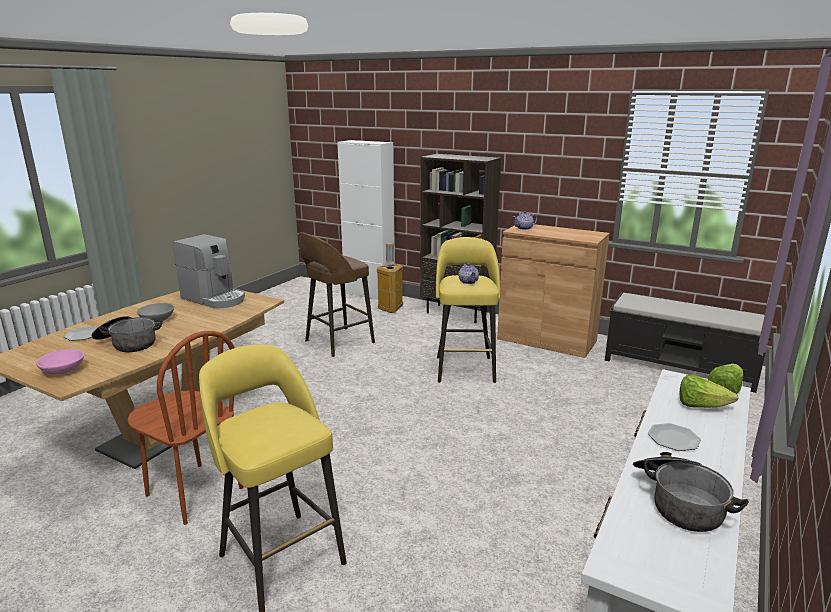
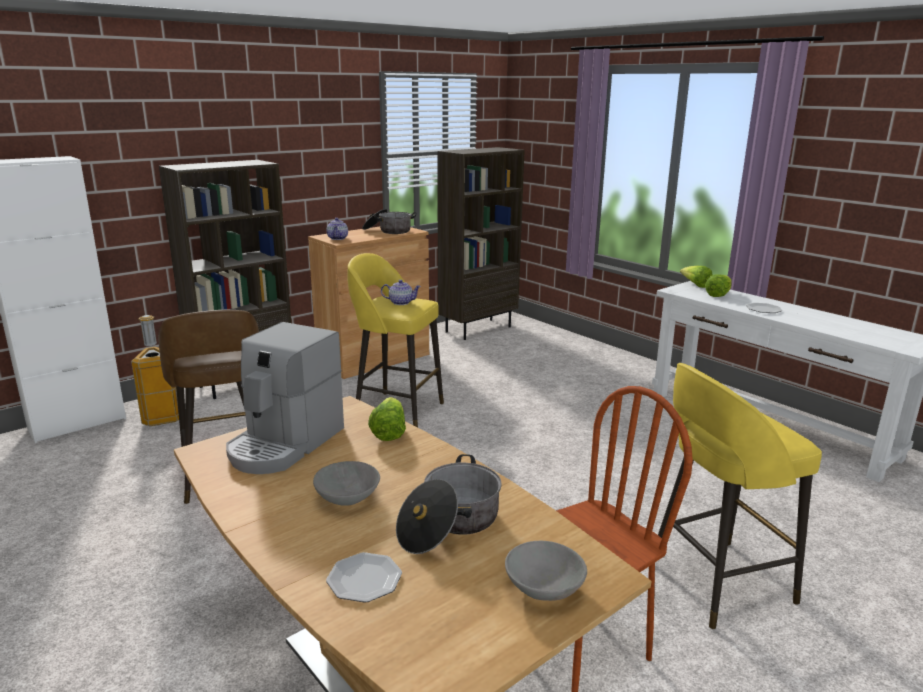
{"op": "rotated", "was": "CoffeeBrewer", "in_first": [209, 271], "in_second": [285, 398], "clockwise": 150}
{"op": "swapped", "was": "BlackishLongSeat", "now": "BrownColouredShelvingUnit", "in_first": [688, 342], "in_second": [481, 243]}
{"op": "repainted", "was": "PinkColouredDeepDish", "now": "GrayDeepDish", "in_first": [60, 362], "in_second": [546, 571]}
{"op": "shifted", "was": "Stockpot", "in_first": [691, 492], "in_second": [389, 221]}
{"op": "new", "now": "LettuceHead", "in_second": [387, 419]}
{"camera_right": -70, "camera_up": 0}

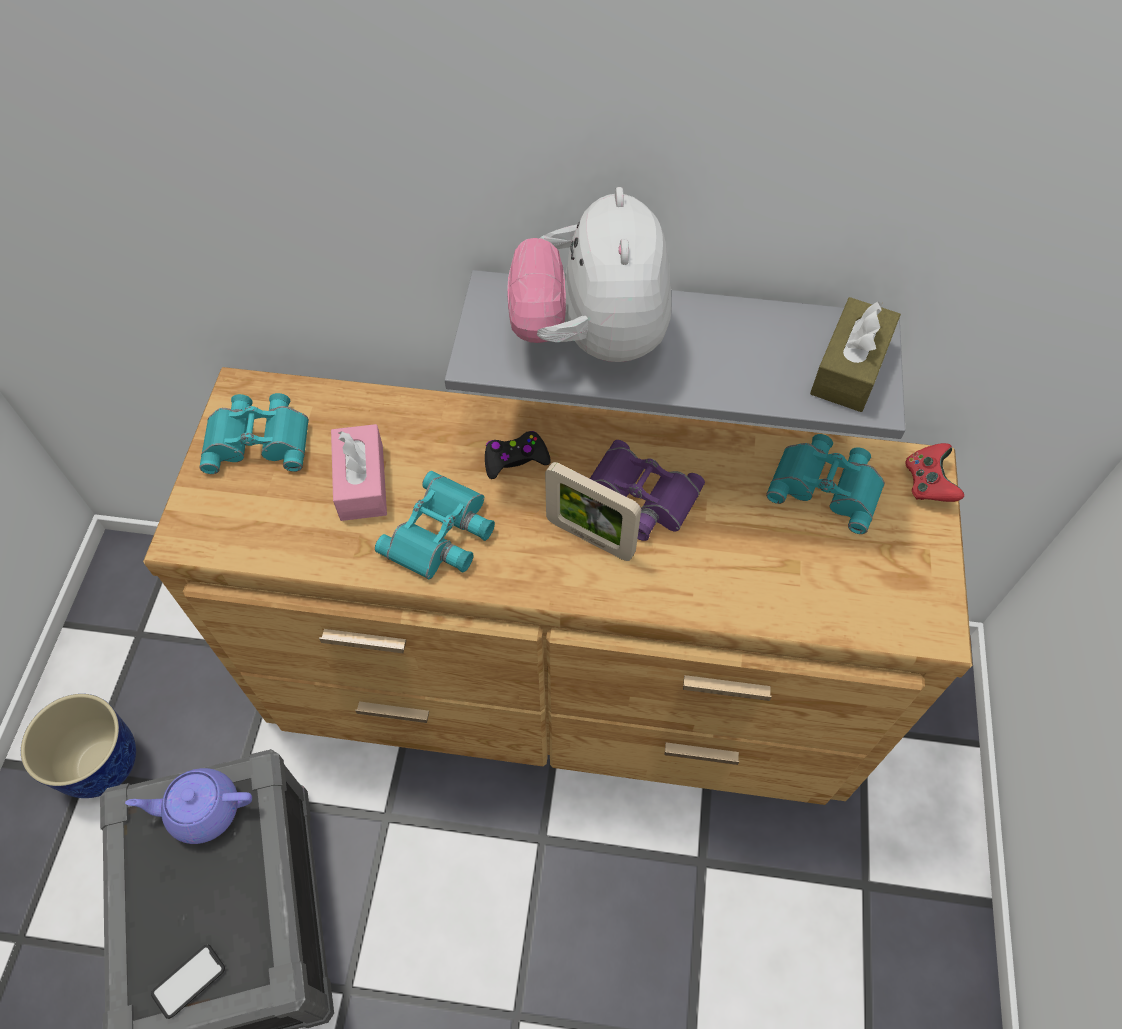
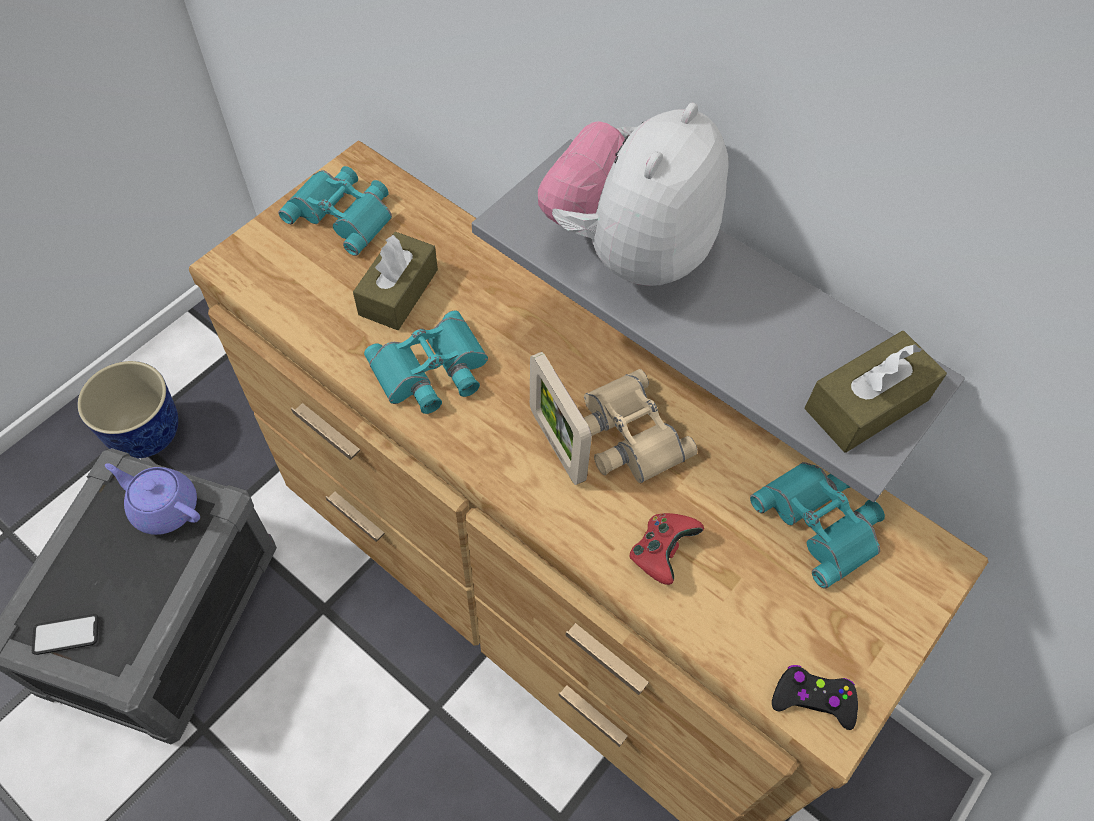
{"op": "repainted", "was": "PinkColouredBoxOfTissues", "now": "BrownColouredBoxOfTissues", "in_first": [359, 472], "in_second": [395, 281]}
{"op": "shifted", "was": "BlackishJoypad", "in_first": [518, 455], "in_second": [815, 697]}
{"op": "repainted", "was": "PurplePairOfBinoculars", "now": "SandColouredPairOfBinoculars", "in_first": [647, 490], "in_second": [641, 426]}
{"op": "shifted", "was": "ReddishJoypad", "in_first": [934, 472], "in_second": [667, 549]}
{"camera_right": 30, "camera_up": 0}

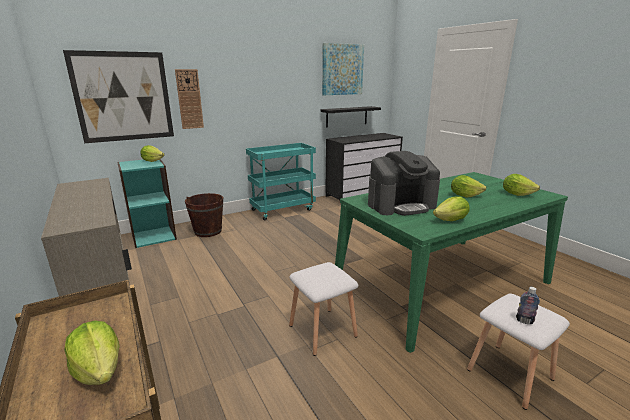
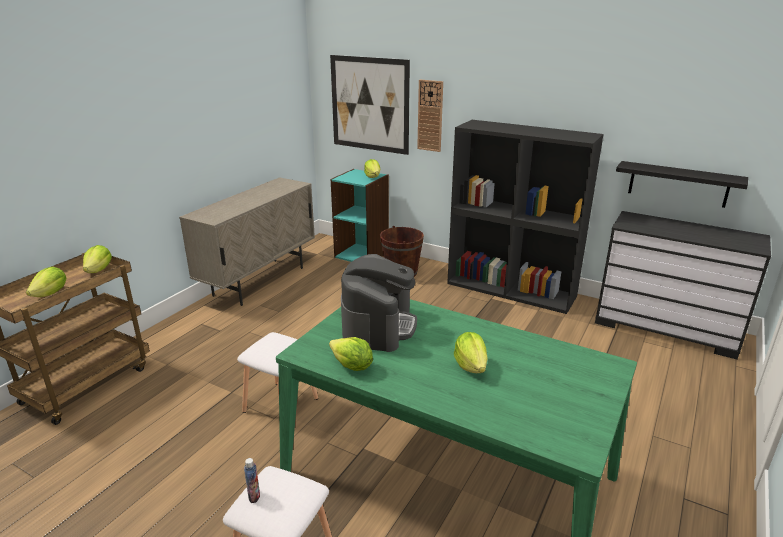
{"op": "gone", "was": "WallArt", "in_first": [343, 69]}
{"op": "swapped", "was": "BlueGreenTrolley", "now": "BlackishShelvingUnit", "in_first": [281, 181], "in_second": [525, 217]}
{"op": "rotated", "was": "CoffeeBrewer", "in_first": [404, 183], "in_second": [379, 303], "clockwise": -120}
{"op": "shifted", "was": "LettuceHead", "in_first": [521, 185], "in_second": [97, 259]}
{"camera_right": 60, "camera_up": 5}

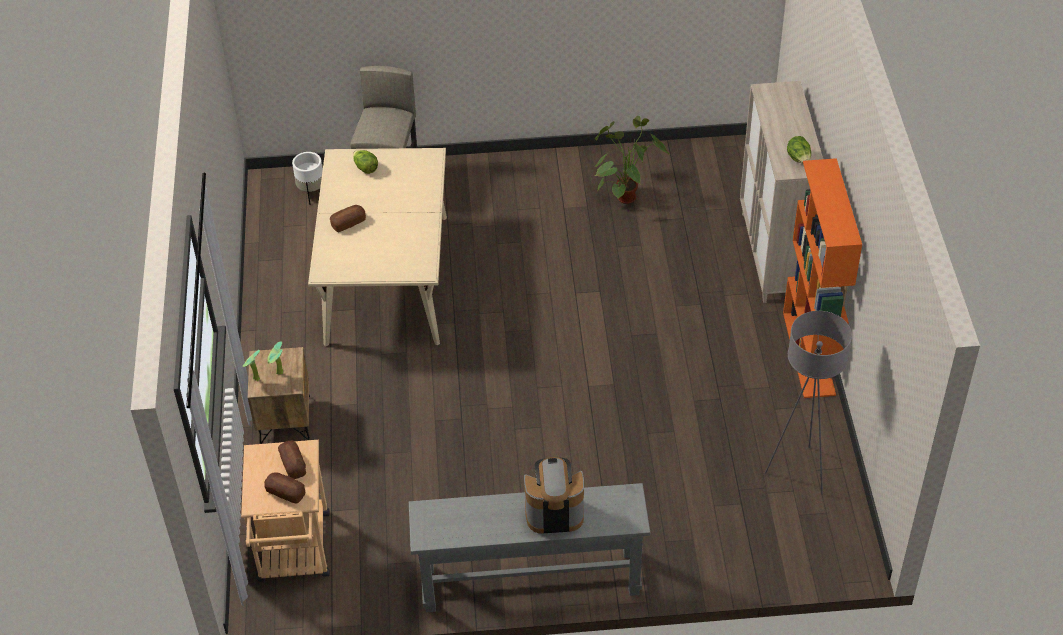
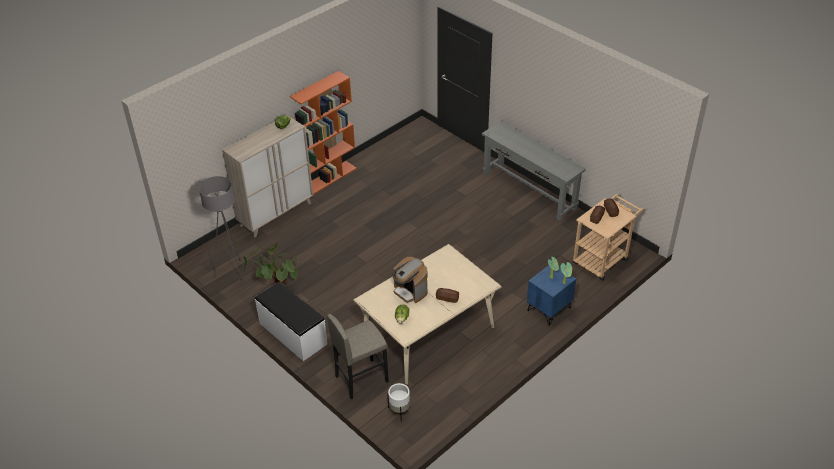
{"op": "shifted", "was": "GrayStandingLamp", "in_first": [808, 403], "in_second": [221, 230]}
{"op": "repainted", "was": "BrownColouredNightstand", "now": "BlueNightstand", "in_first": [279, 395], "in_second": [551, 295]}
{"op": "shifted", "was": "CoffeeBrewer", "in_first": [554, 495], "in_second": [410, 280]}
{"op": "new", "now": "WhiteLongSeat", "in_second": [291, 321]}
{"camera_right": -130, "camera_up": -5}

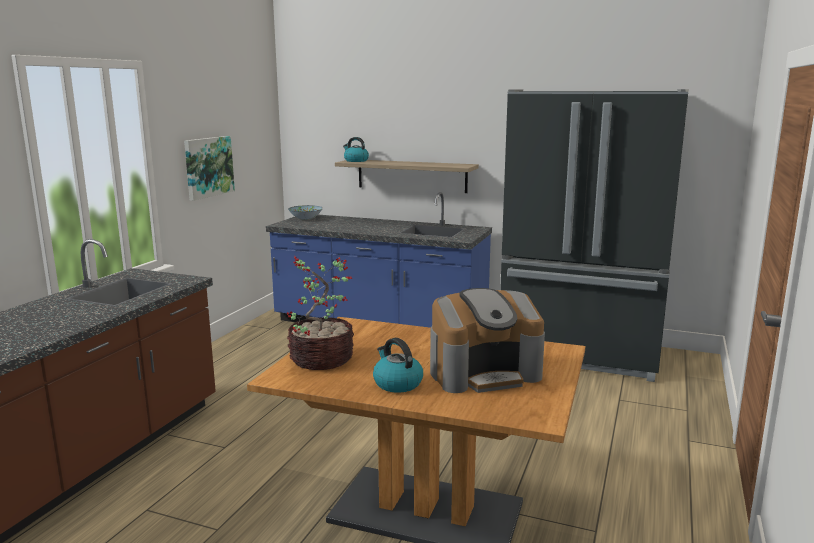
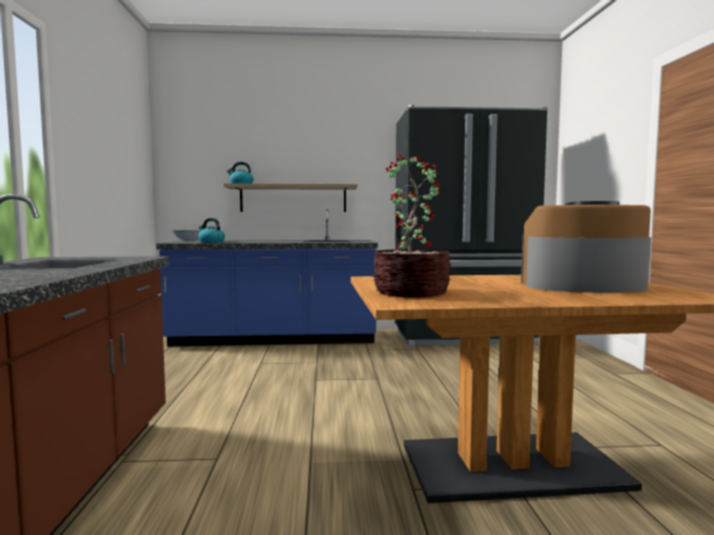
{"op": "gone", "was": "WallArt", "in_first": [209, 168]}
{"op": "rotated", "was": "CoffeeBrewer", "in_first": [487, 340], "in_second": [586, 247], "clockwise": -135}
{"op": "shifted", "was": "TeaKettle", "in_first": [398, 365], "in_second": [211, 230]}
{"camera_right": -25, "camera_up": -10}

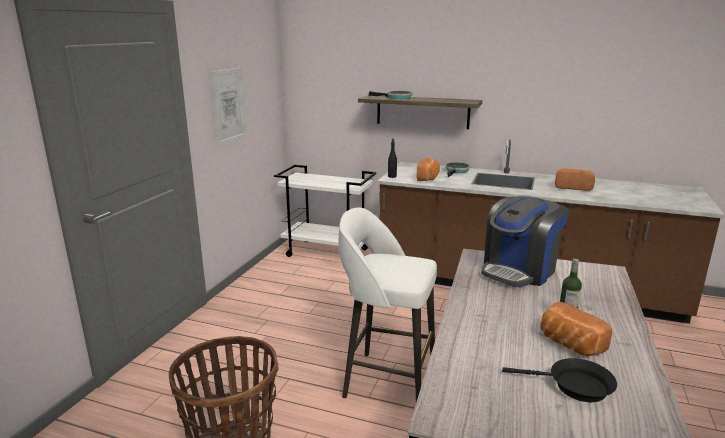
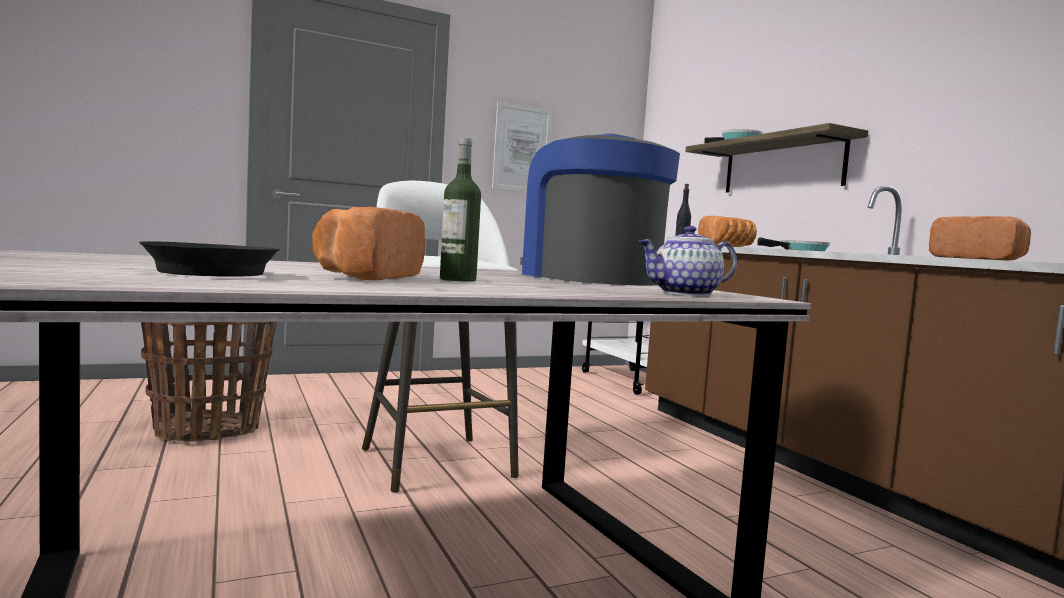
{"op": "rotated", "was": "CoffeeBrewer", "in_first": [525, 241], "in_second": [600, 209], "clockwise": 60}
{"op": "new", "now": "Teapot", "in_second": [688, 261]}
{"camera_right": 45, "camera_up": -15}

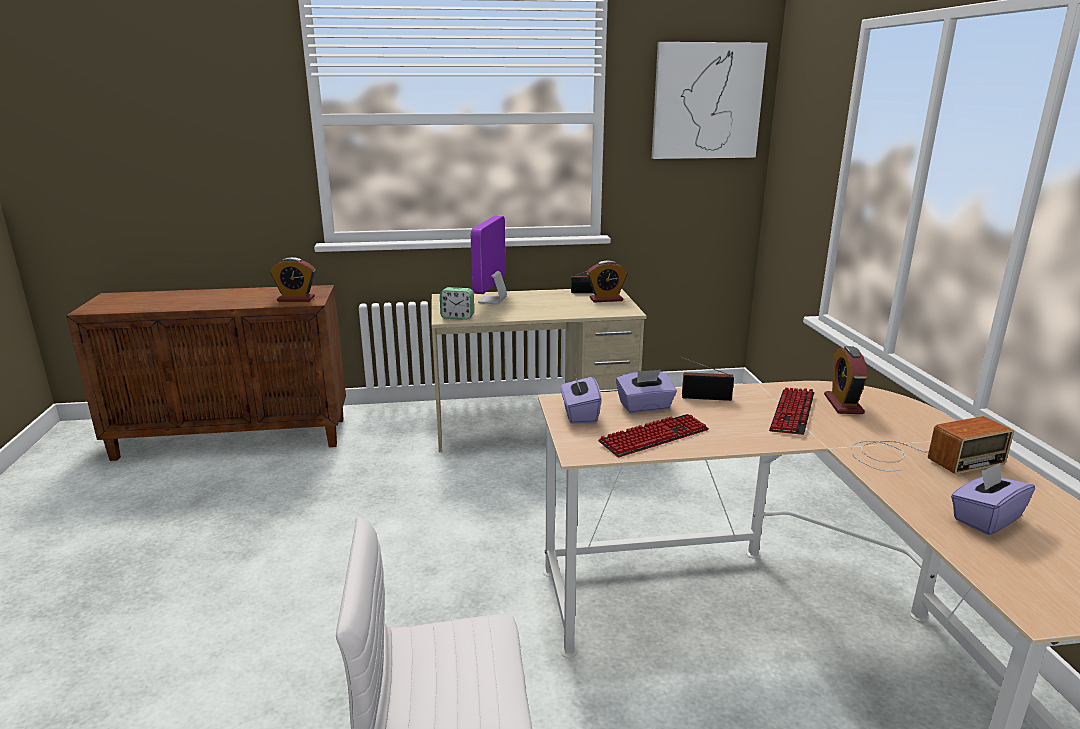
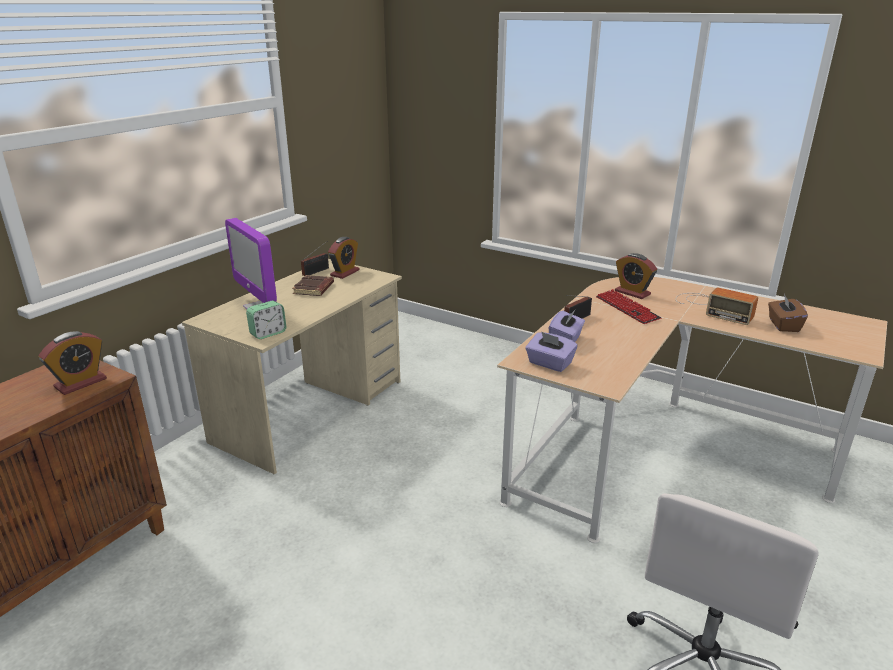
{"op": "gone", "was": "WallArt", "in_first": [710, 100]}
{"op": "gone", "was": "ComputerKeyboard", "in_first": [653, 435]}
{"op": "rotated", "was": "Radio", "in_first": [932, 445], "in_second": [717, 306], "clockwise": 105}
{"op": "repainted", "was": "PurpleBoxOfTissues", "now": "BrownColouredBoxOfTissues", "in_first": [993, 499], "in_second": [788, 313]}
{"op": "new", "now": "BrownColouredBoundBook", "in_second": [313, 285]}
{"camera_right": -50, "camera_up": 5}

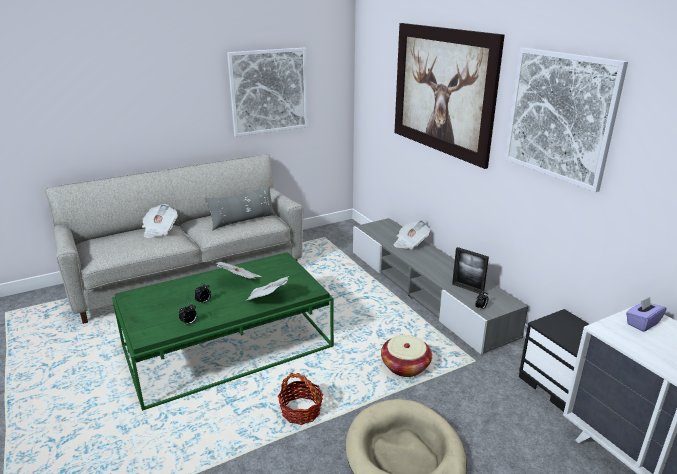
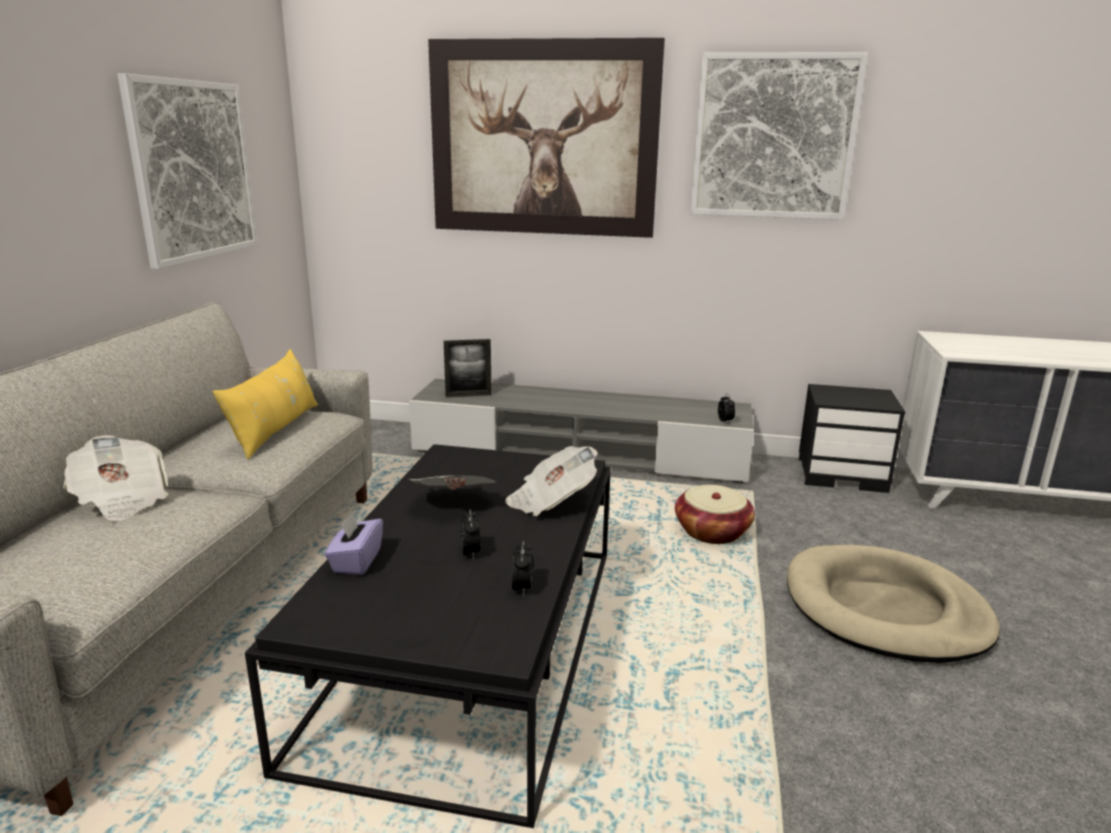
{"op": "repainted", "was": "GrayPillow", "now": "YellowColouredPillow", "in_first": [240, 208], "in_second": [265, 404]}
{"op": "gone", "was": "PrintedPaper", "in_first": [411, 235]}
{"op": "shifted", "was": "StandingFrame", "in_first": [470, 270], "in_second": [468, 368]}
{"op": "repainted", "was": "GreenLowTable", "now": "BlackishLowTable", "in_first": [223, 331], "in_second": [428, 636]}
{"op": "shifted", "was": "PurpleBoxOfTissues", "in_first": [646, 314], "in_second": [354, 543]}
{"op": "gone", "was": "HouseholdBasket", "in_first": [300, 399]}
{"camera_right": -50, "camera_up": -5}

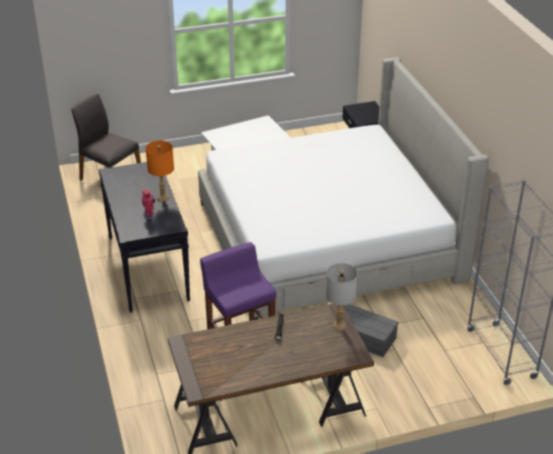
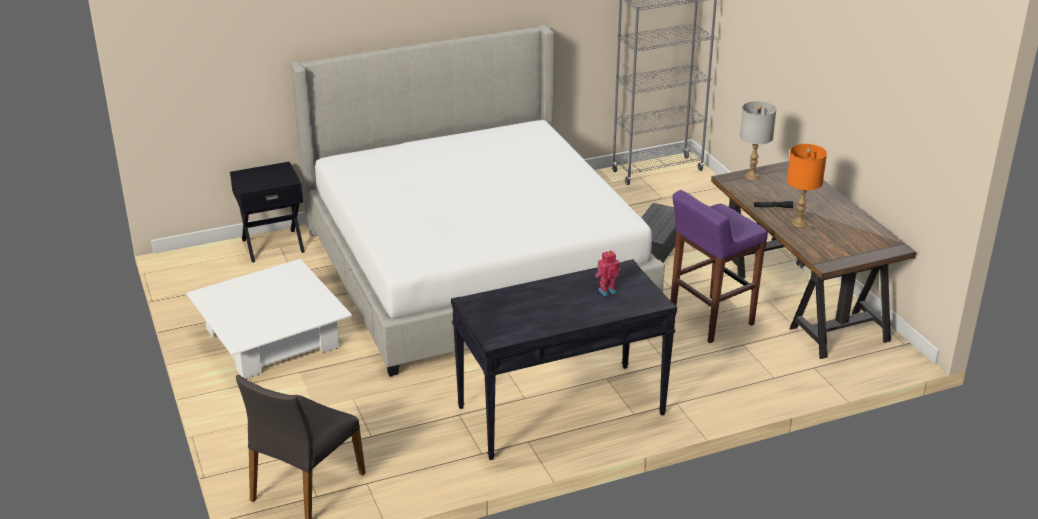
{"op": "shifted", "was": "OrangeyTableLamp", "in_first": [160, 171], "in_second": [807, 185]}
{"camera_right": -95, "camera_up": -5}

